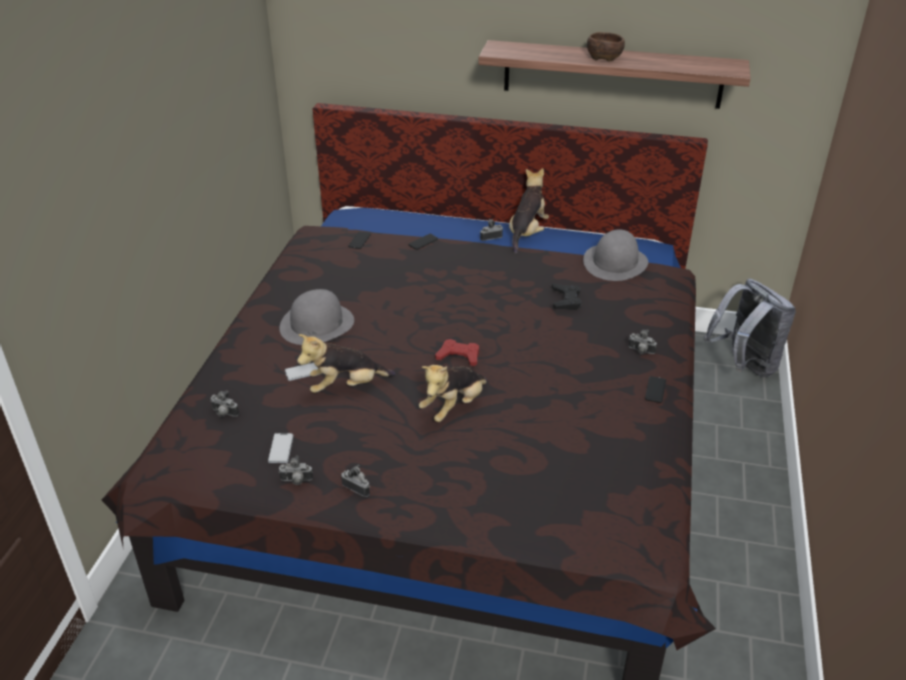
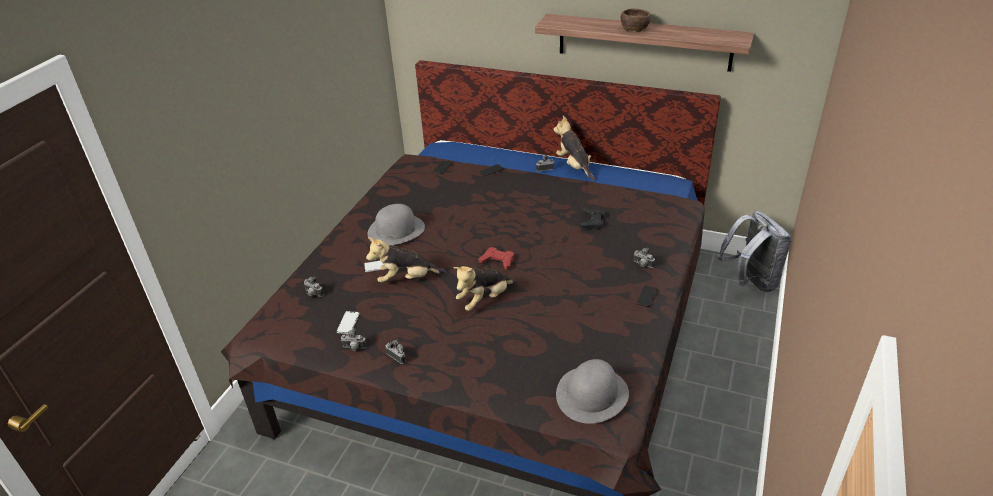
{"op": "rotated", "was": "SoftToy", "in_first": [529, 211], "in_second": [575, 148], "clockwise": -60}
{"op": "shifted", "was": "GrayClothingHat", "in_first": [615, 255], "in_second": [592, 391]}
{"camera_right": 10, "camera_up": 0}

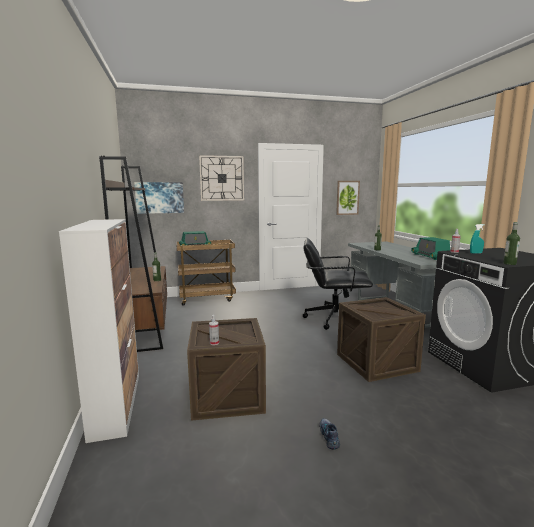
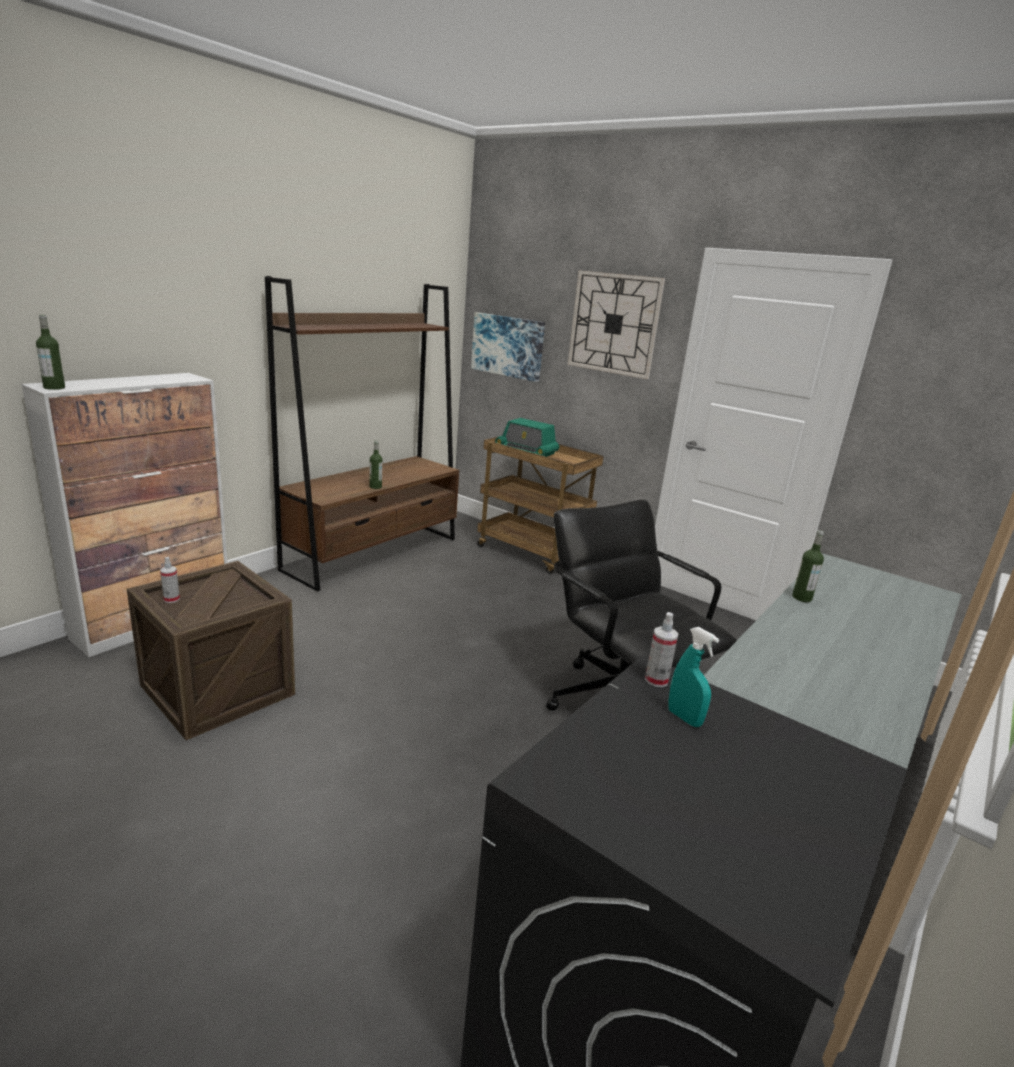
{"op": "gone", "was": "WallArt", "in_first": [348, 198]}
{"op": "shifted", "was": "BeverageBottle", "in_first": [511, 243], "in_second": [50, 352]}
{"op": "gone", "was": "Radio", "in_first": [430, 248]}
{"op": "gone", "was": "Crate", "in_first": [381, 339]}
{"op": "gone", "was": "Shoe", "in_first": [329, 434]}
{"camera_right": 50, "camera_up": 10}

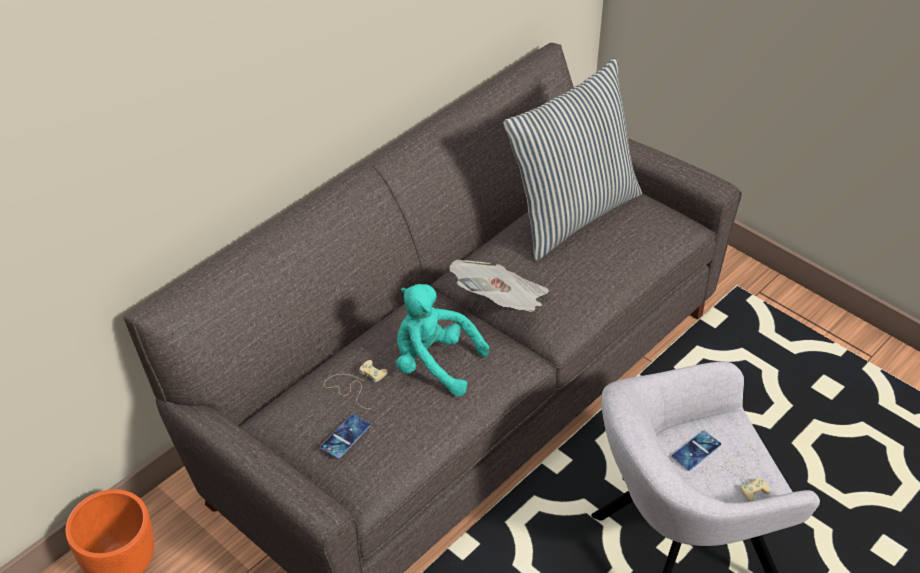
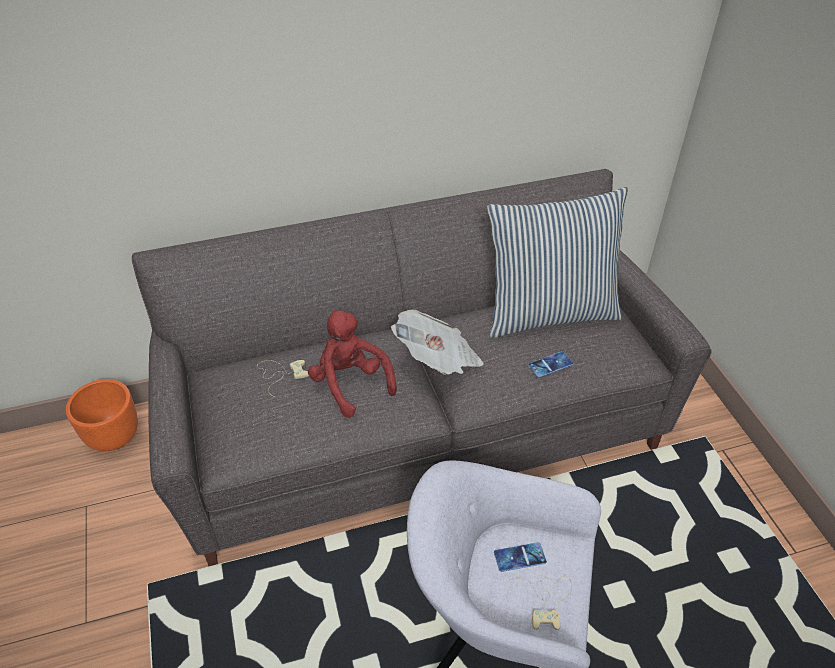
{"op": "repainted", "was": "BlueGreenSoftToy", "now": "ReddishSoftToy", "in_first": [442, 340], "in_second": [352, 364]}
{"op": "shifted", "was": "Phone", "in_first": [345, 436], "in_second": [550, 364]}
{"camera_right": 30, "camera_up": 0}

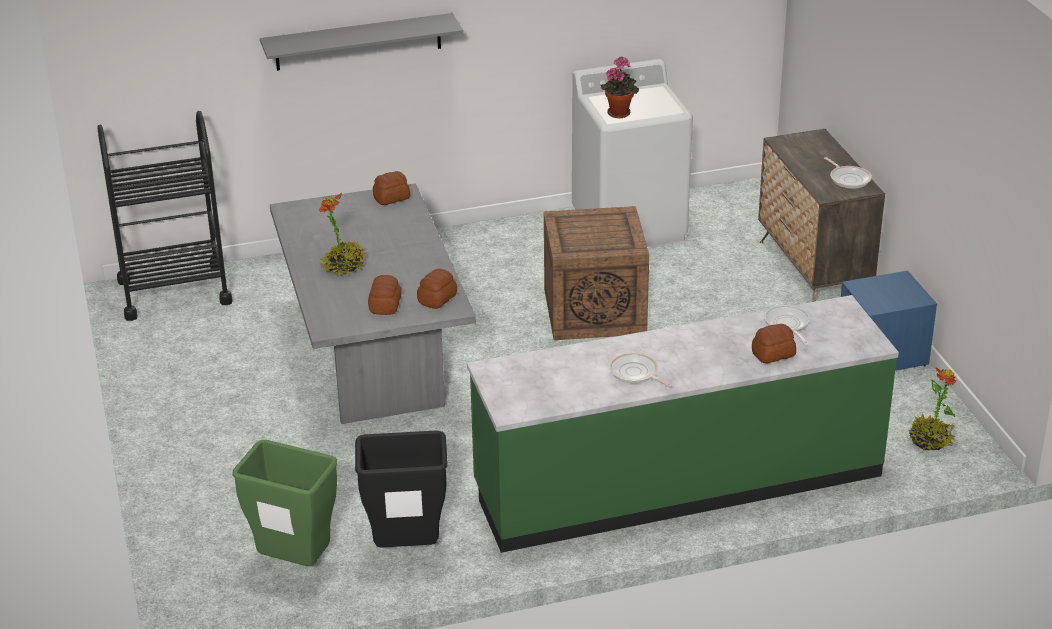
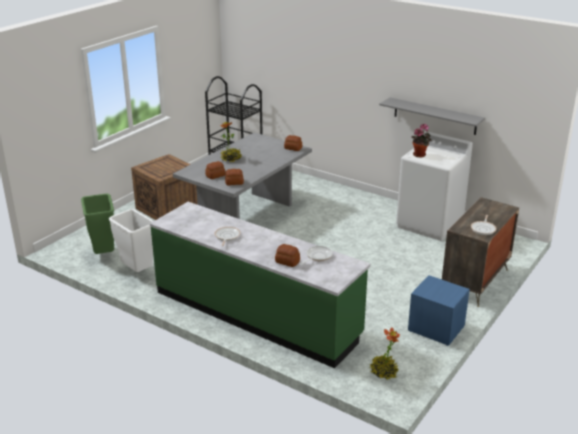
{"op": "shifted", "was": "GrayBracketShelf", "in_first": [362, 42], "in_second": [432, 116]}
{"op": "shifted", "was": "Crate", "in_first": [596, 273], "in_second": [164, 187]}
{"op": "repainted", "was": "BlackishWasteBin", "now": "WhiteWasteBin", "in_first": [401, 489], "in_second": [131, 240]}
{"camera_right": 50, "camera_up": -5}

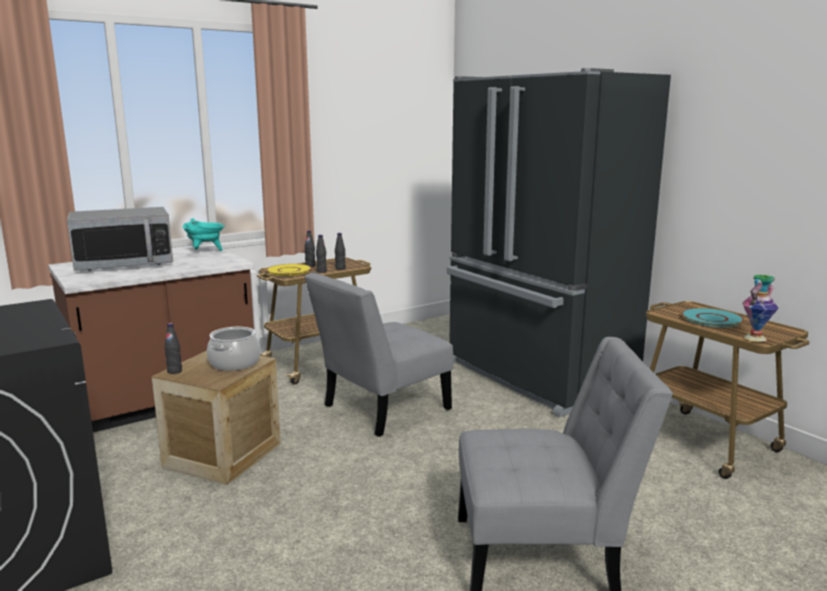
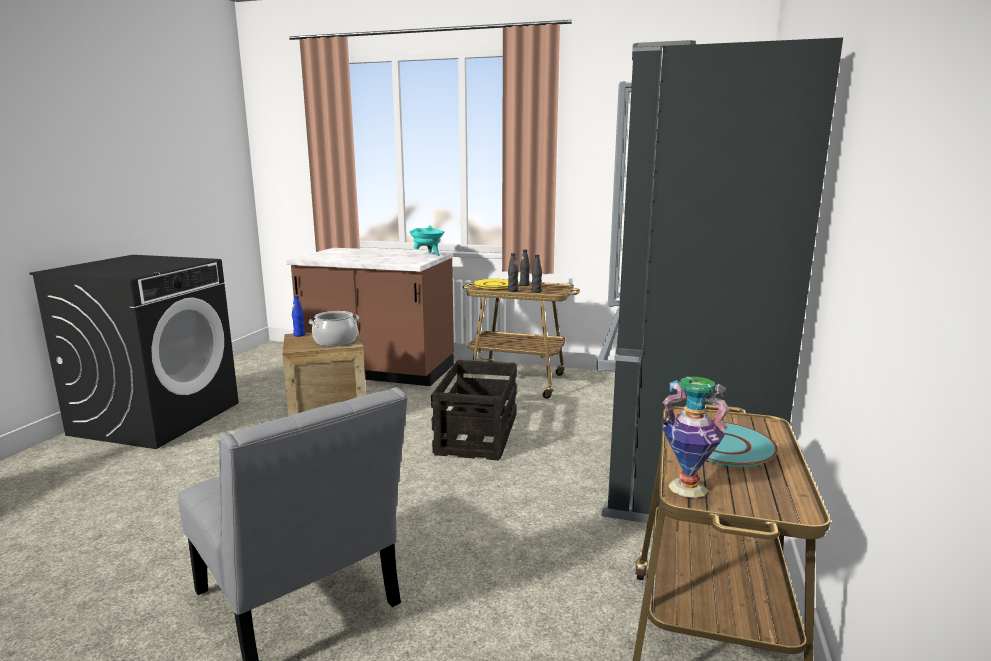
{"op": "gone", "was": "KitchenMicrowave", "in_first": [120, 239]}
{"op": "swapped", "was": "GrayChair", "now": "Crate", "in_first": [379, 354], "in_second": [474, 410]}
{"op": "repainted", "was": "BlackishBeverageBottle", "now": "BlueBeverageBottle", "in_first": [173, 348], "in_second": [298, 316]}
{"camera_right": 50, "camera_up": 0}

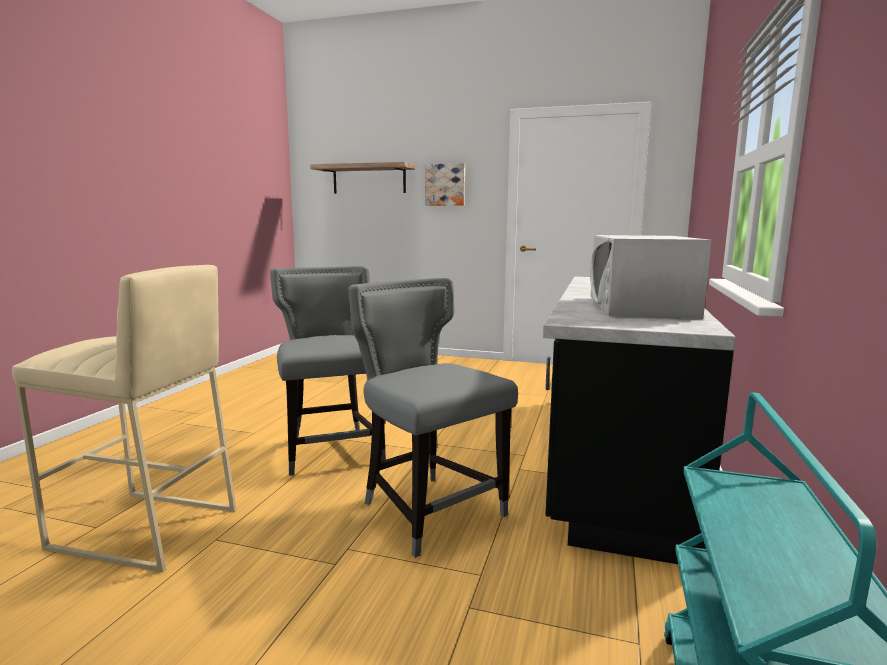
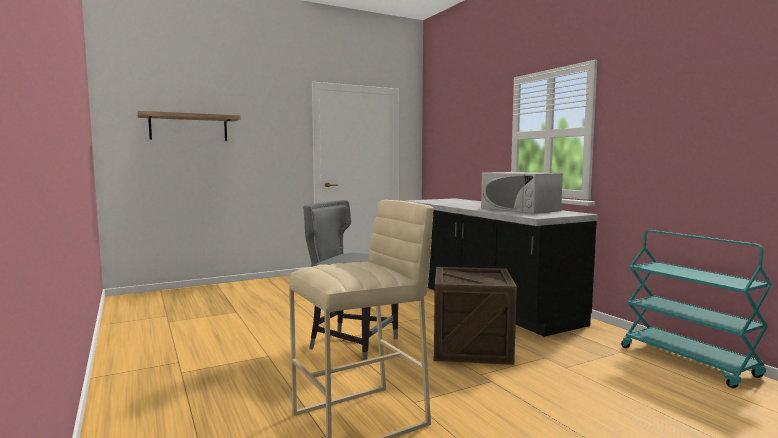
{"op": "gone", "was": "WallArt", "in_first": [445, 184]}
{"op": "swapped", "was": "GrayChair", "now": "Crate", "in_first": [433, 418], "in_second": [475, 316]}
{"camera_right": -45, "camera_up": -5}

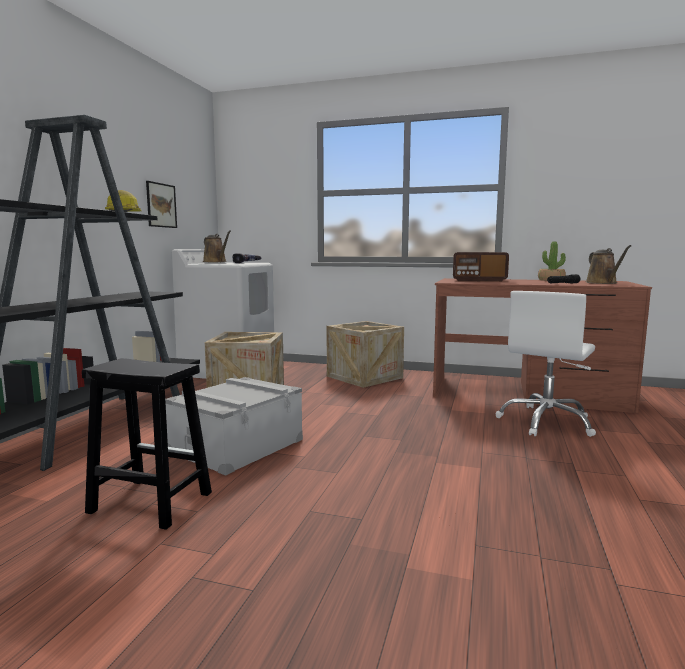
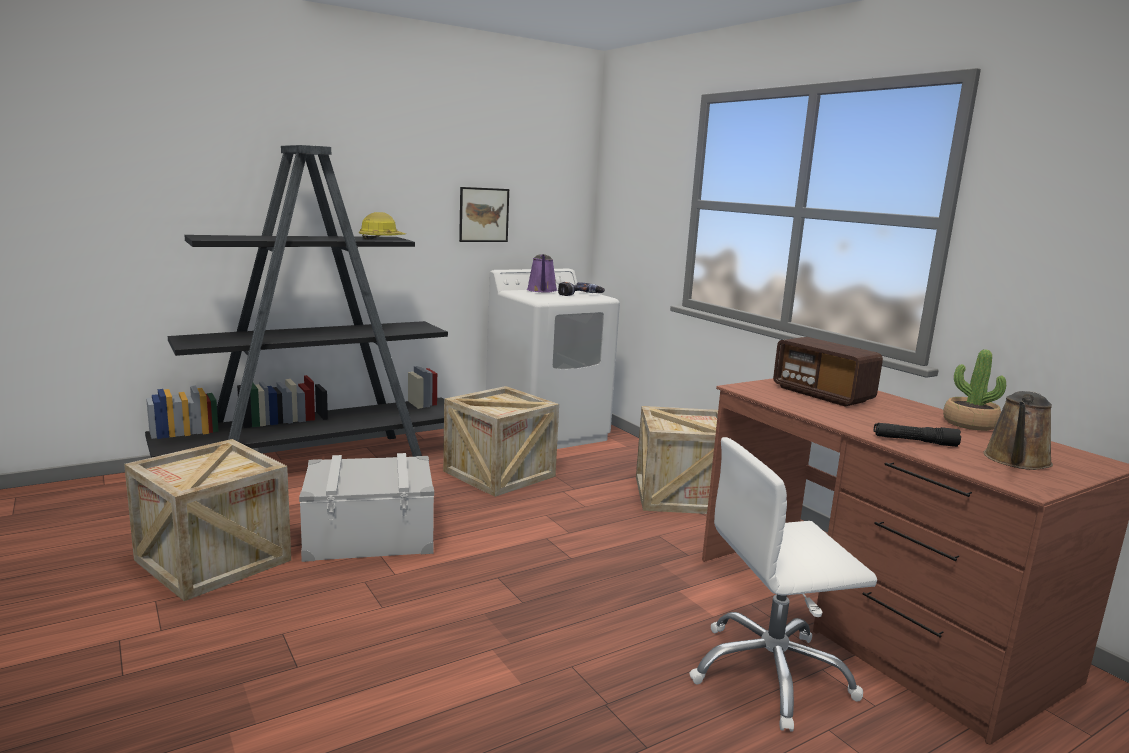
{"op": "repainted", "was": "BrownColouredWateringPot", "now": "PurpleWateringPot", "in_first": [217, 246], "in_second": [542, 273]}
{"op": "swapped", "was": "BlackishStoolSeat", "now": "Crate", "in_first": [147, 444], "in_second": [207, 520]}
{"camera_right": 40, "camera_up": 5}

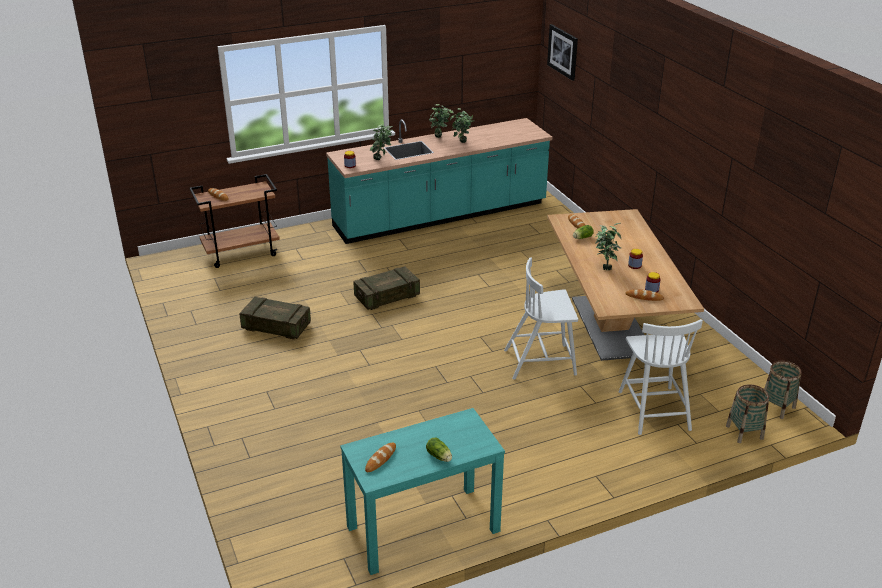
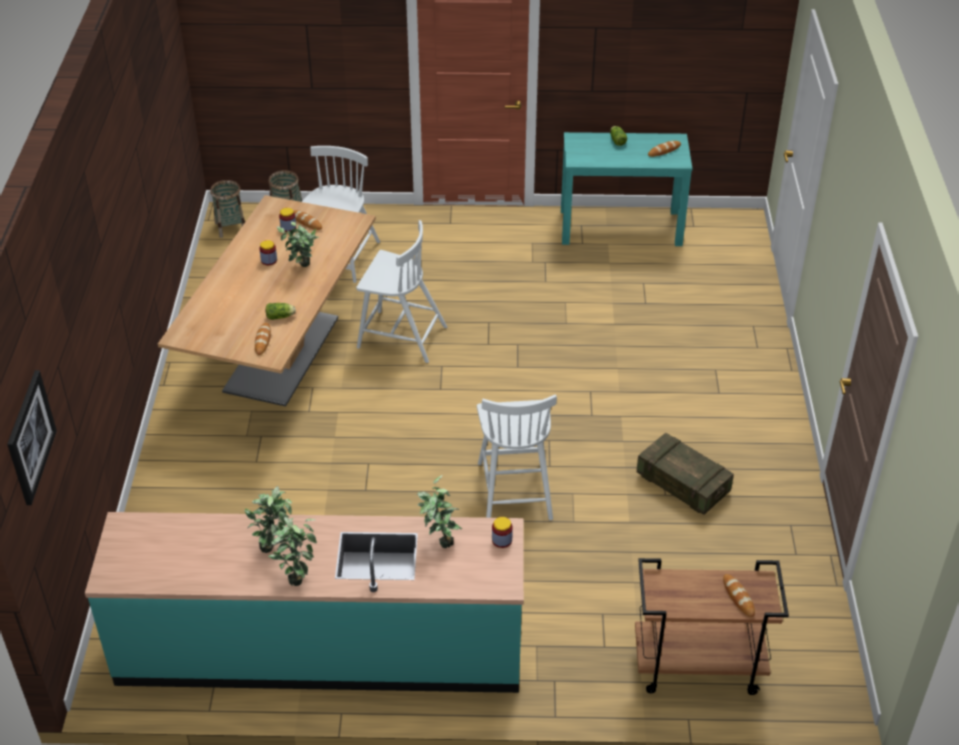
{"op": "swapped", "was": "Crate", "now": "WhiteChair", "in_first": [386, 288], "in_second": [517, 457]}
{"camera_right": -155, "camera_up": 10}

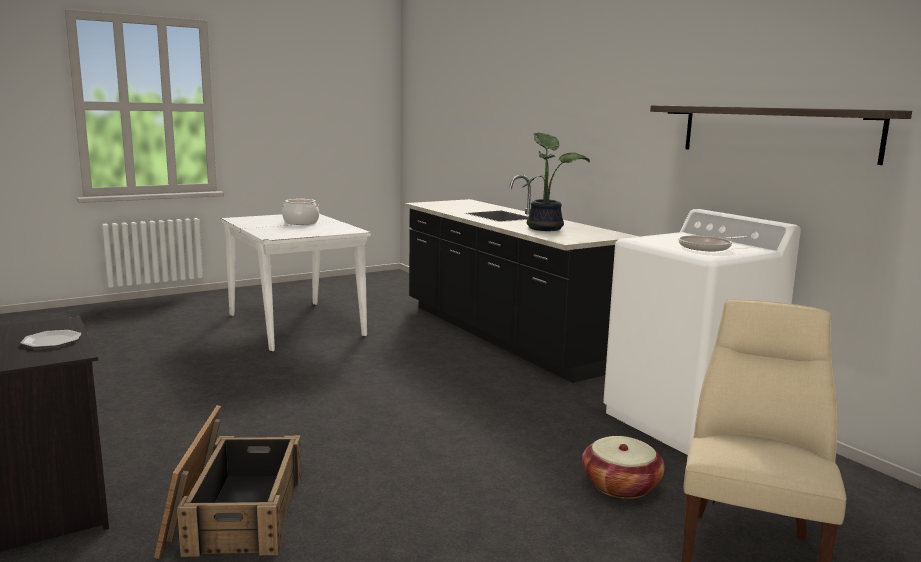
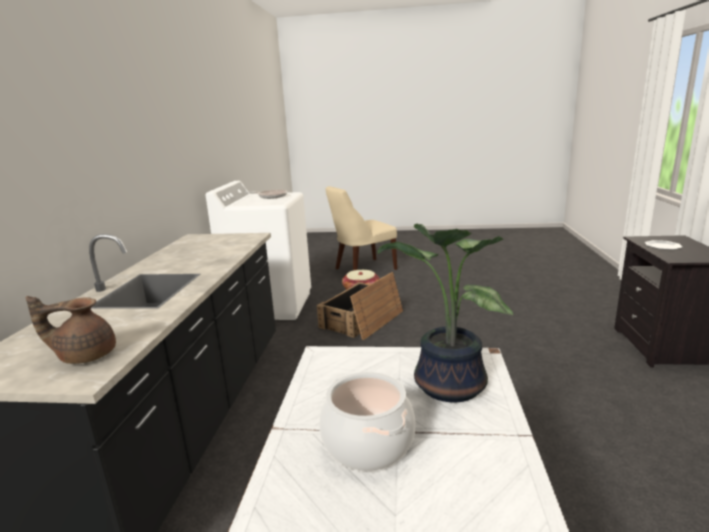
{"op": "gone", "was": "BracketShelf", "in_first": [781, 135]}
{"op": "shifted", "was": "PlantInAPot", "in_first": [556, 181], "in_second": [445, 313]}
{"op": "shifted", "was": "Crate", "in_first": [227, 482], "in_second": [360, 306]}
{"op": "new", "now": "BrownColouredTeapot", "in_second": [71, 330]}
{"camera_right": -140, "camera_up": 5}

